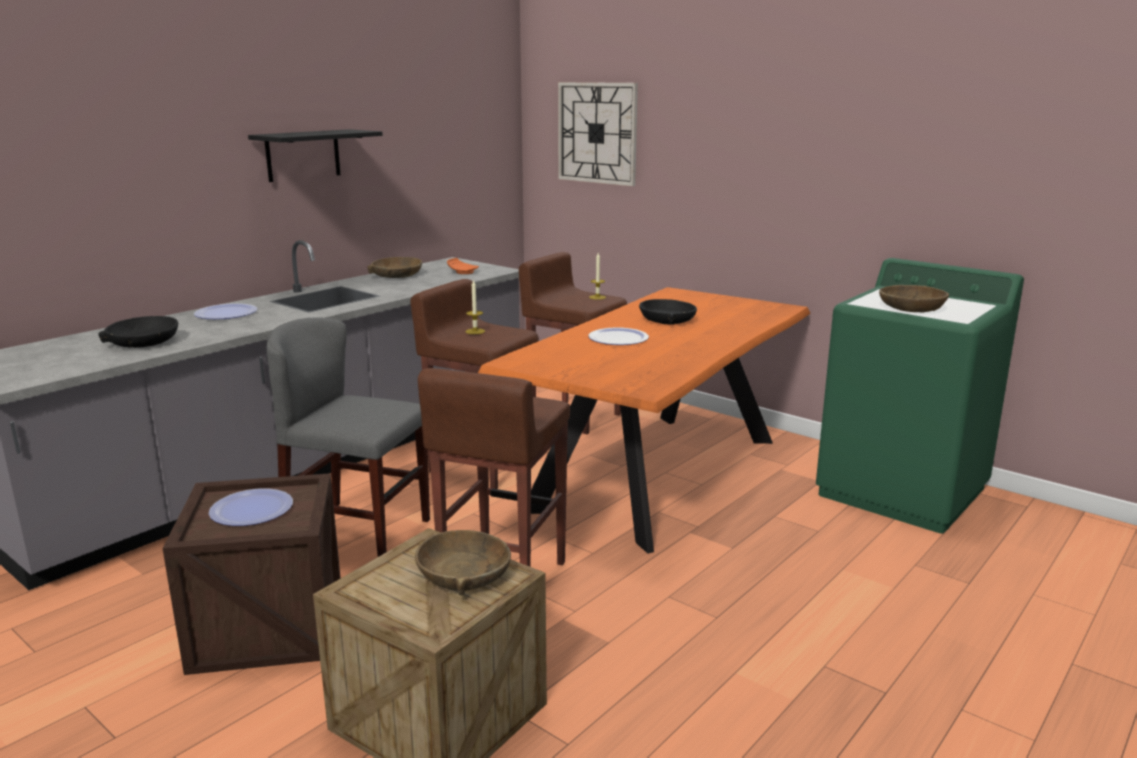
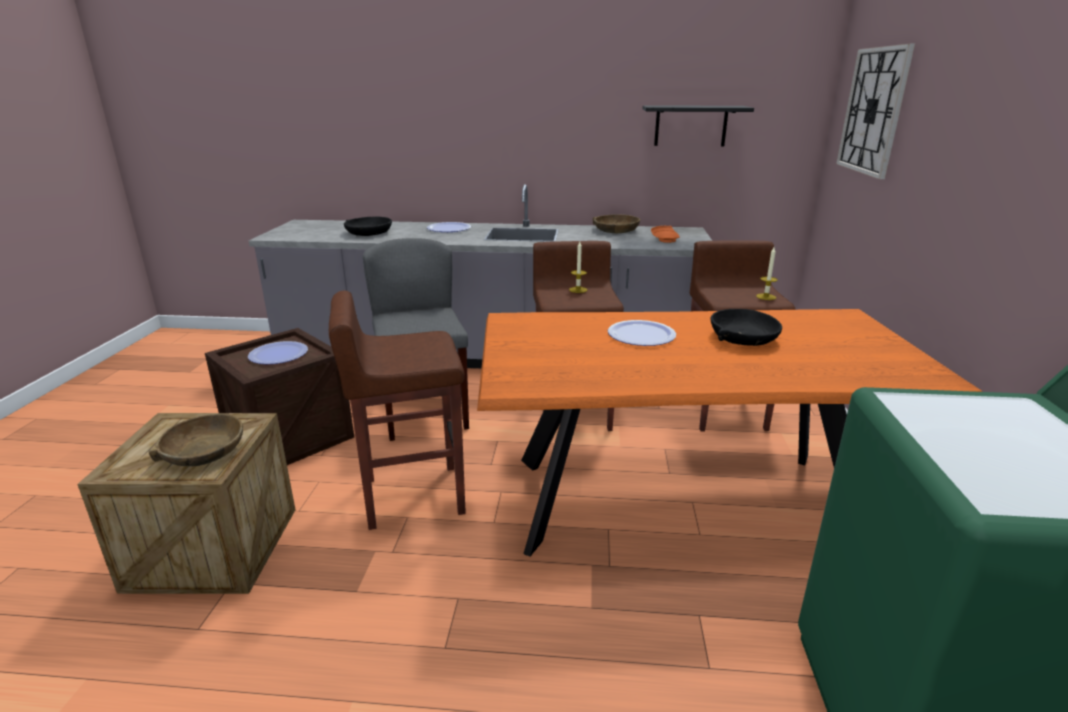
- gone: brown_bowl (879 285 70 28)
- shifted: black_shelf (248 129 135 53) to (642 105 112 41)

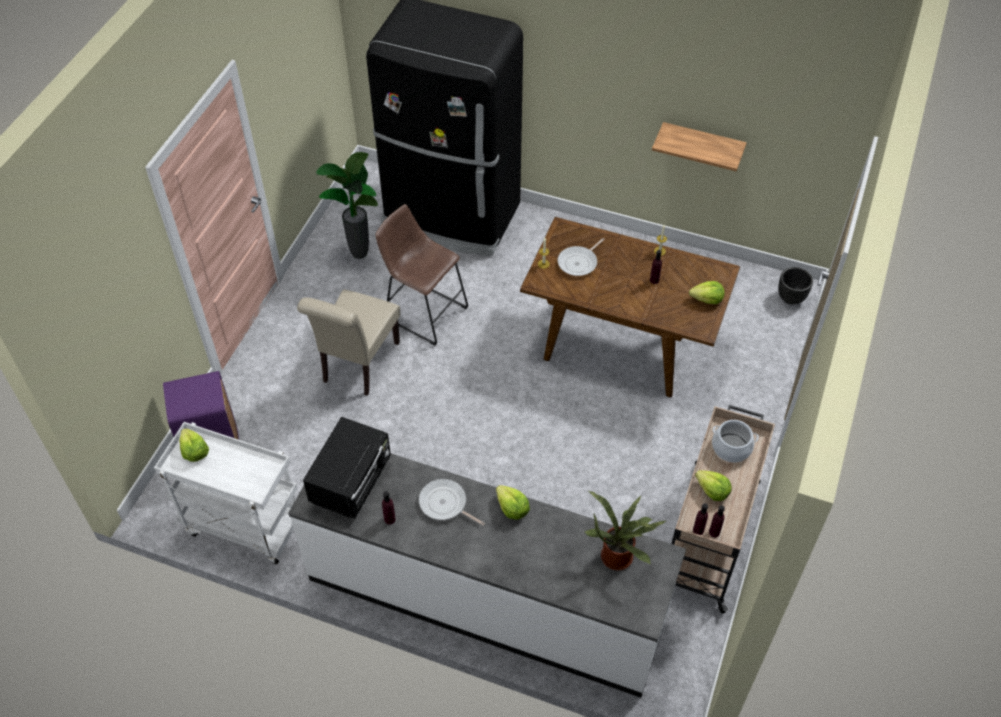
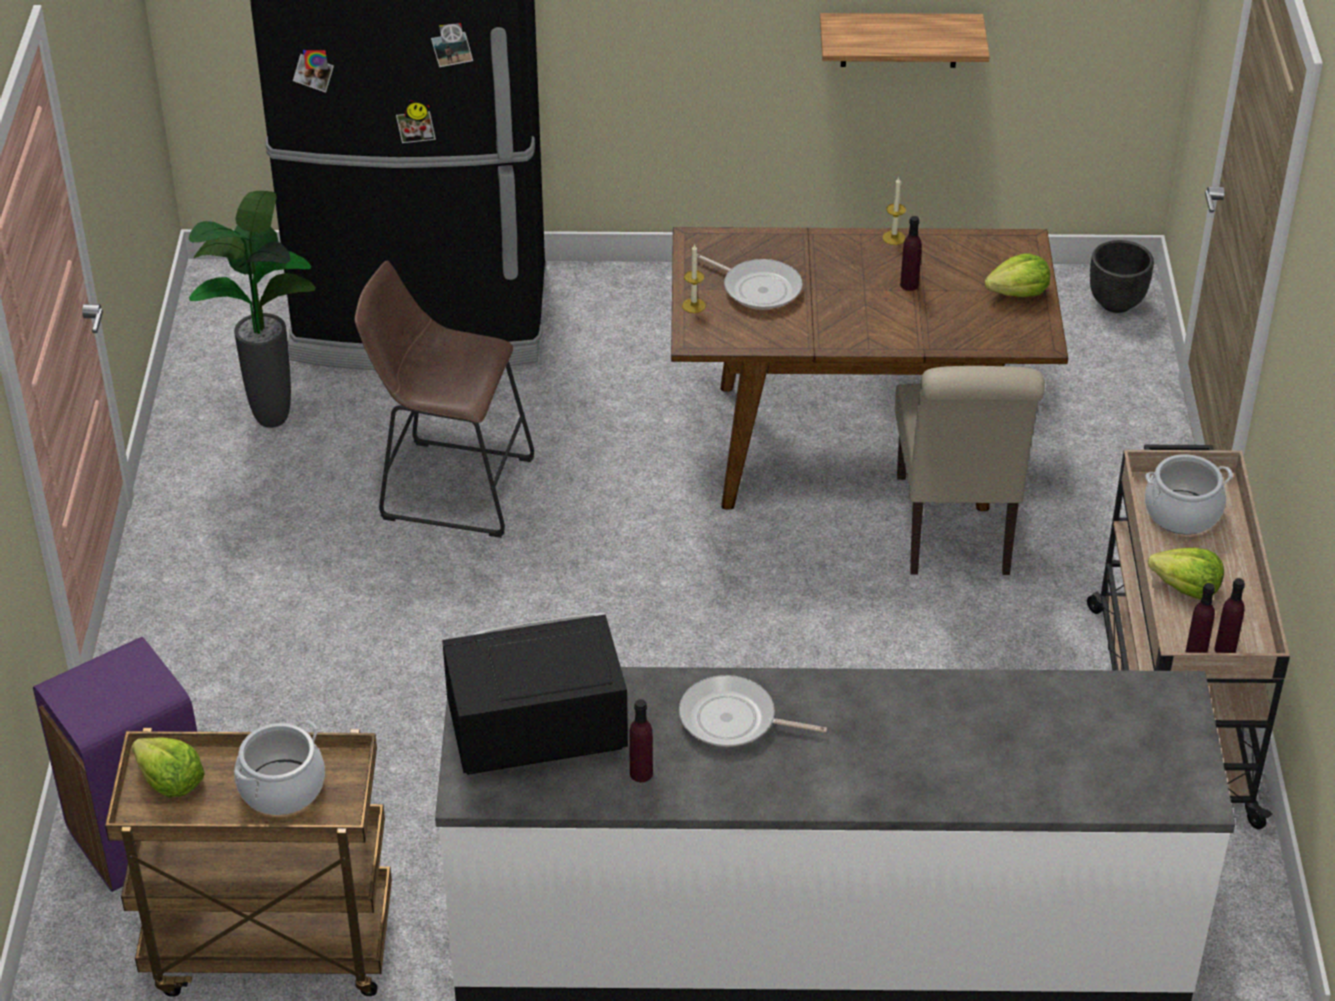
- gone: lettuce (496 485 34 35)
- gone: potted_plant (585 491 81 79)
- new: cooking_pot (234 720 91 95)
- shifted: beige_chair (297 289 103 107) to (895 366 150 209)
- repainted: white_cart (154 422 143 142) to brown_cart (105 728 287 269)
- rotated: black_microwave (303 417 88 102) = (442 613 186 162) 105 degrees counterclockwise
- rotated: frying_pan (558 238 47 38) = (697 254 106 56) 75 degrees counterclockwise

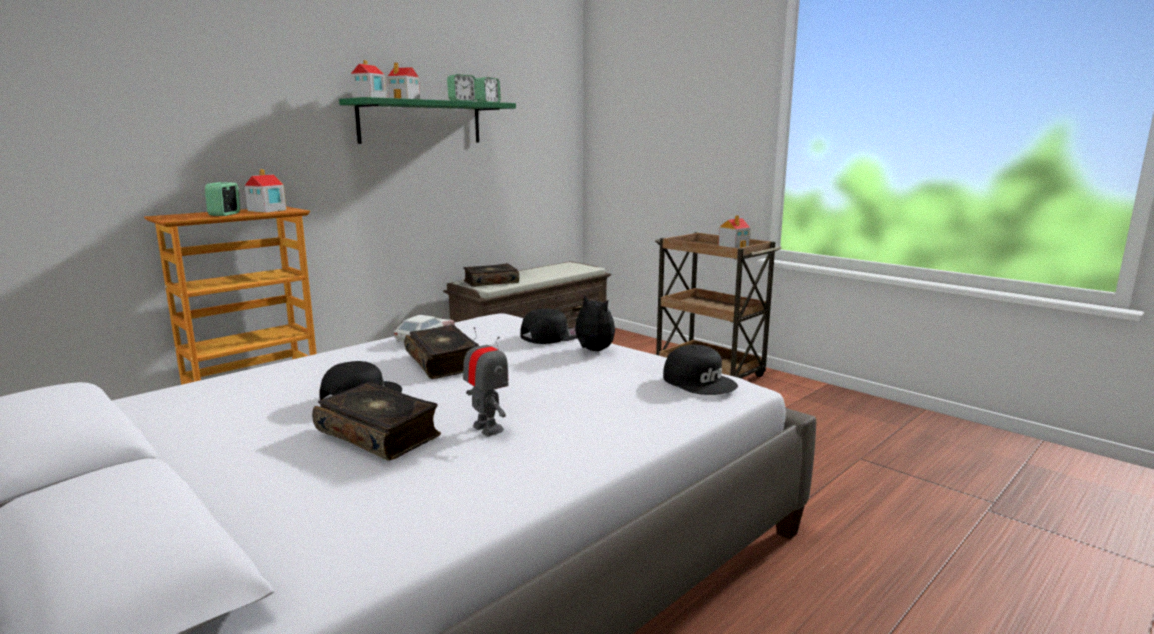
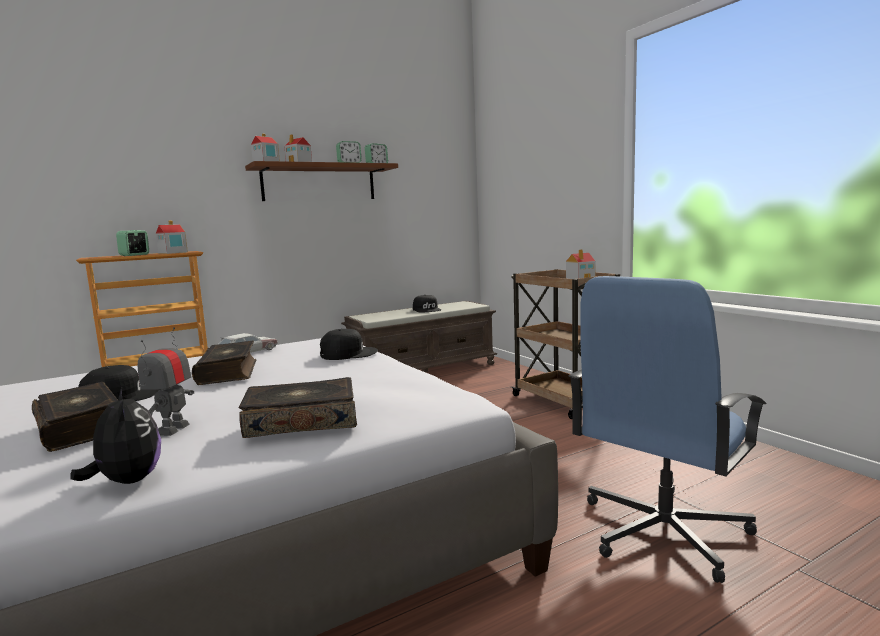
- new: blue_office_chair (568 276 199 307)
- shifted: book (463 263 56 24) to (239 377 118 61)
- shifted: plush_toy (568 294 47 57) to (70 388 91 96)
- shifted: black_cap (663 345 75 50) to (413 295 28 17)
- repainted: green_shelf (339 97 177 47) to brown_shelf (245 161 153 40)
- rotated: toy_robot (463 327 46 110) = (138 327 56 109) 150 degrees counterclockwise

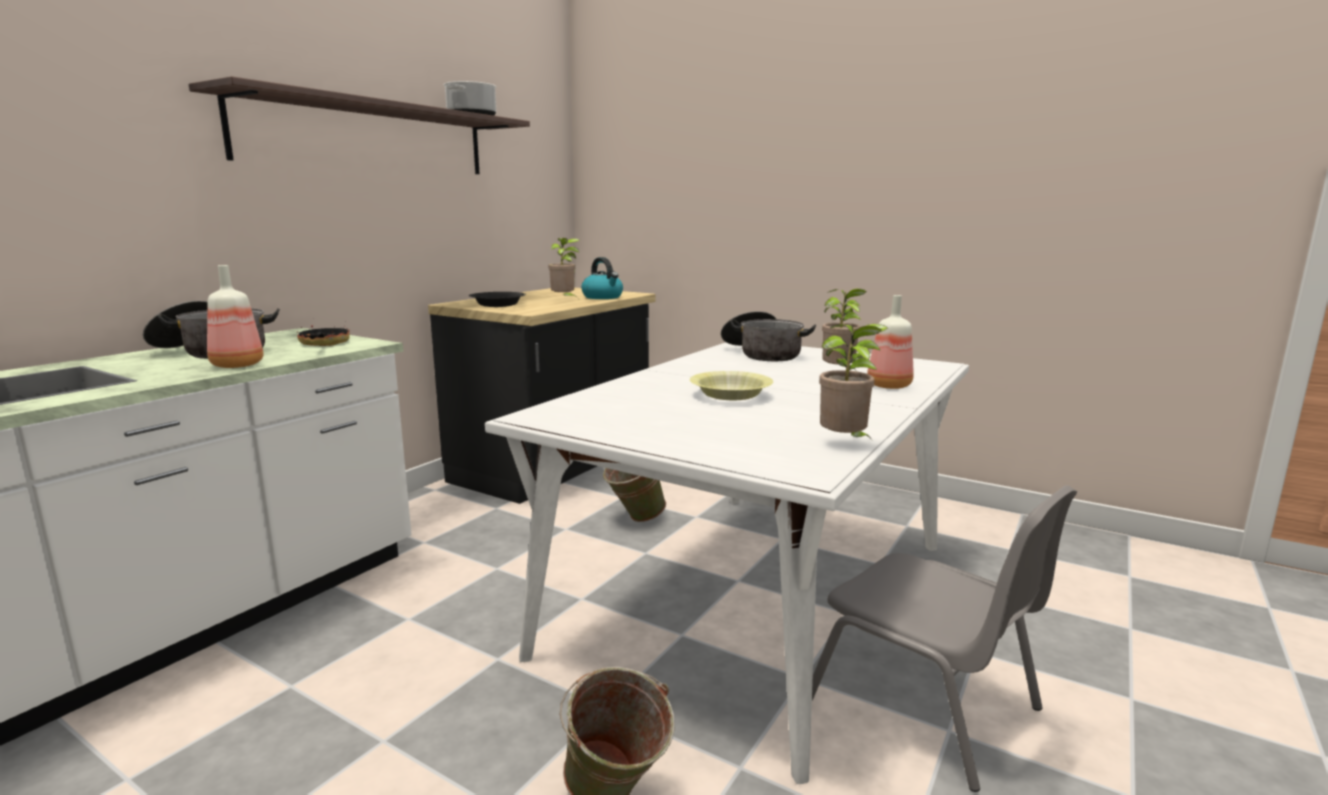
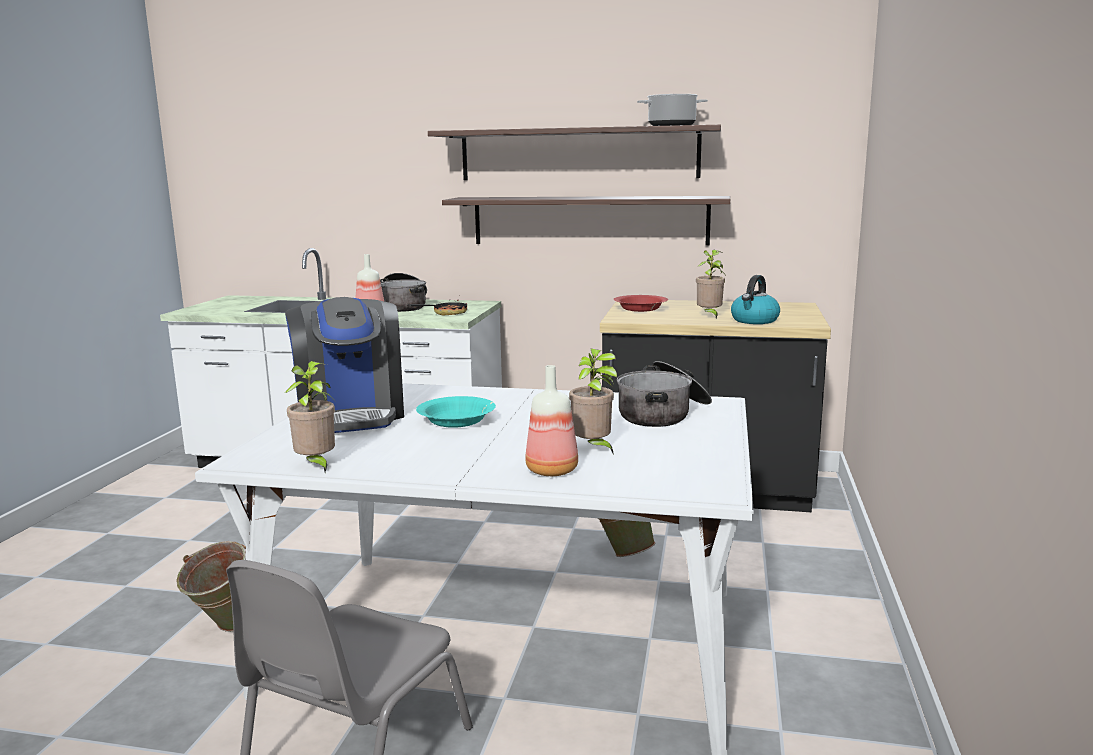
- new: coffee_machine (285 297 119 136)
- new: shelf (442 196 288 50)
- repainted: black_bowl (469 292 57 15) to red_bowl (613 295 55 17)
- repainted: yellow_bowl (690 371 83 29) to turquoise_bowl (416 396 80 32)

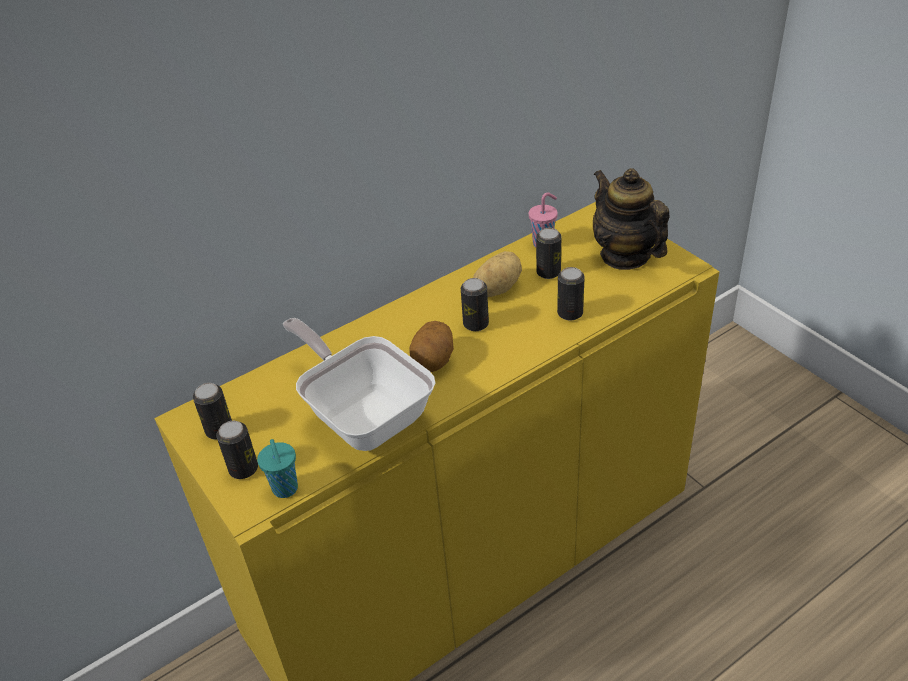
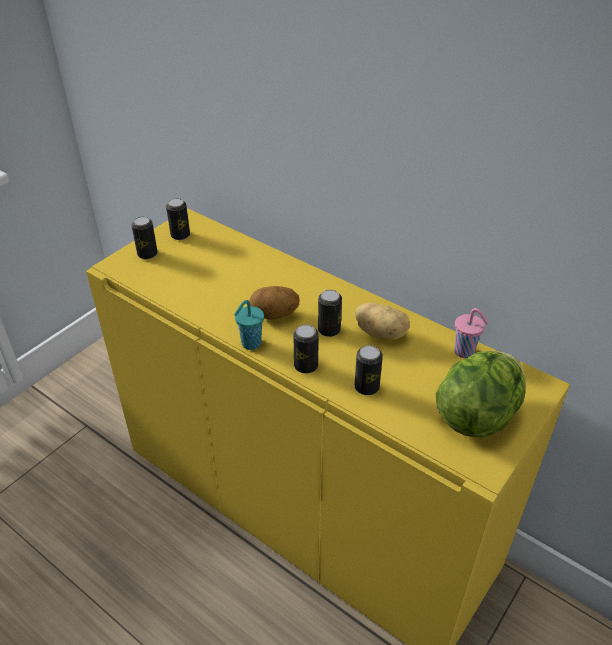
- gone: frying_pan (283 318 152 133)
- shifted: turquoise_cup (257 439 41 59) to (234 300 30 50)
- shifted: can (536 228 25 51) to (293 324 26 50)
- swapped: teapot (593 168 77 102) to lettuce (436 351 90 87)

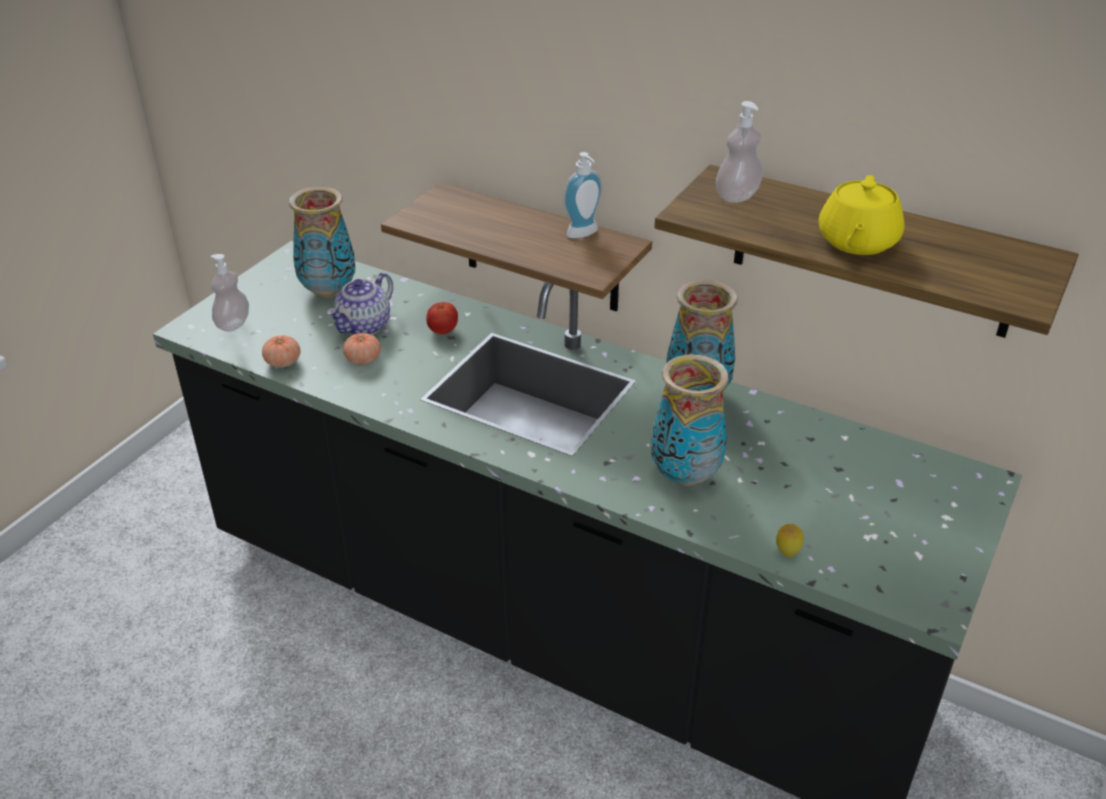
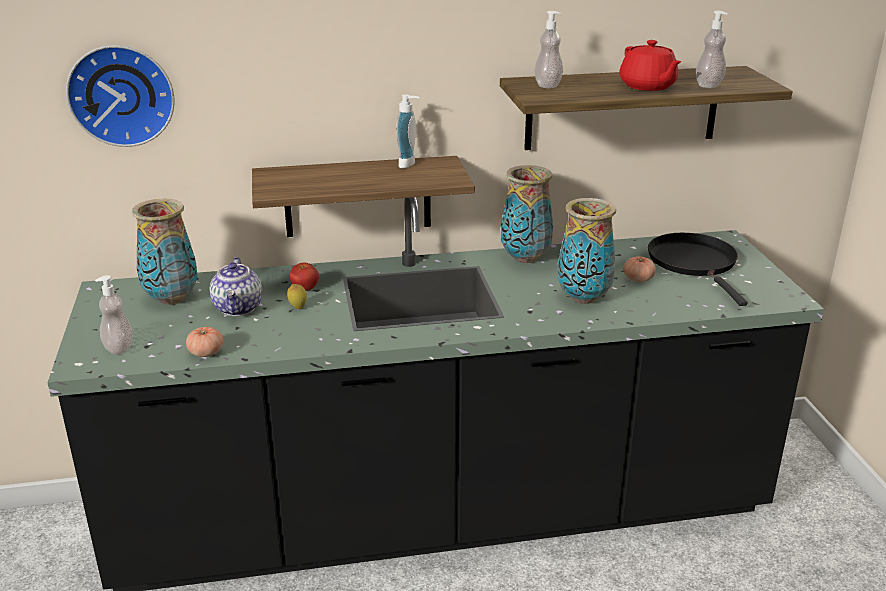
- new: wall_clock (66 45 109 102)
- new: black_frying_pan (648 233 99 73)
- new: soap_dispenser (696 11 32 77)
- shifted: tomato (343 333 38 32) to (623 256 33 26)
- shifted: lemon (776 524 28 34) to (287 284 20 25)
- repainted: yellow_teapot (819 175 85 80) to red_teapot (619 40 62 51)

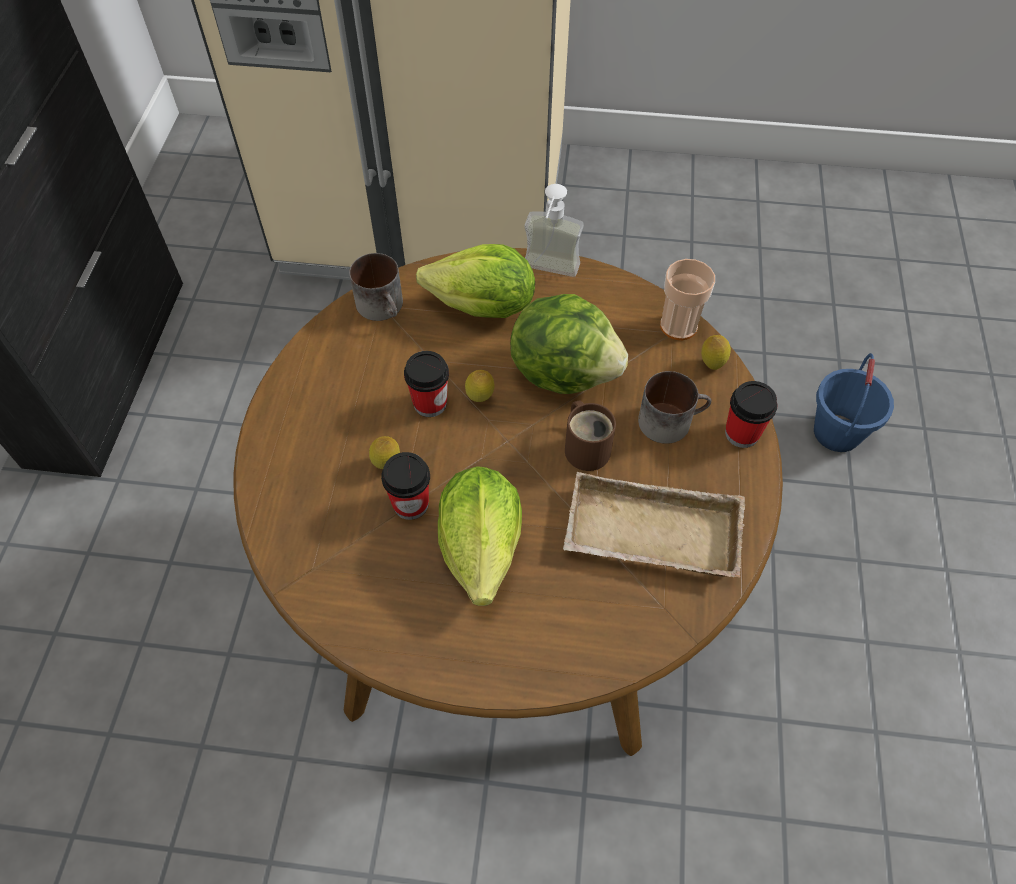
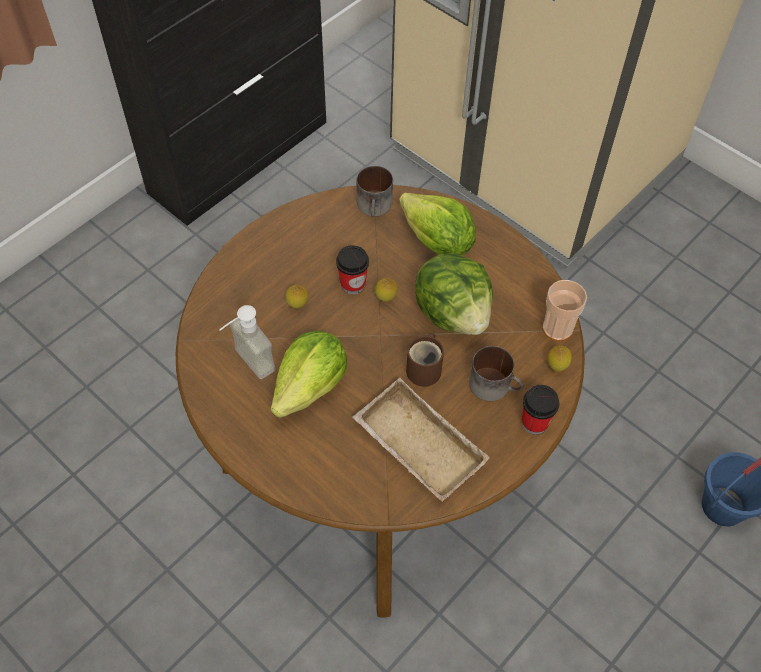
- gone: cup (381 452 49 68)
- shifted: soap_dispenser (525 184 59 93) to (219 305 56 74)

